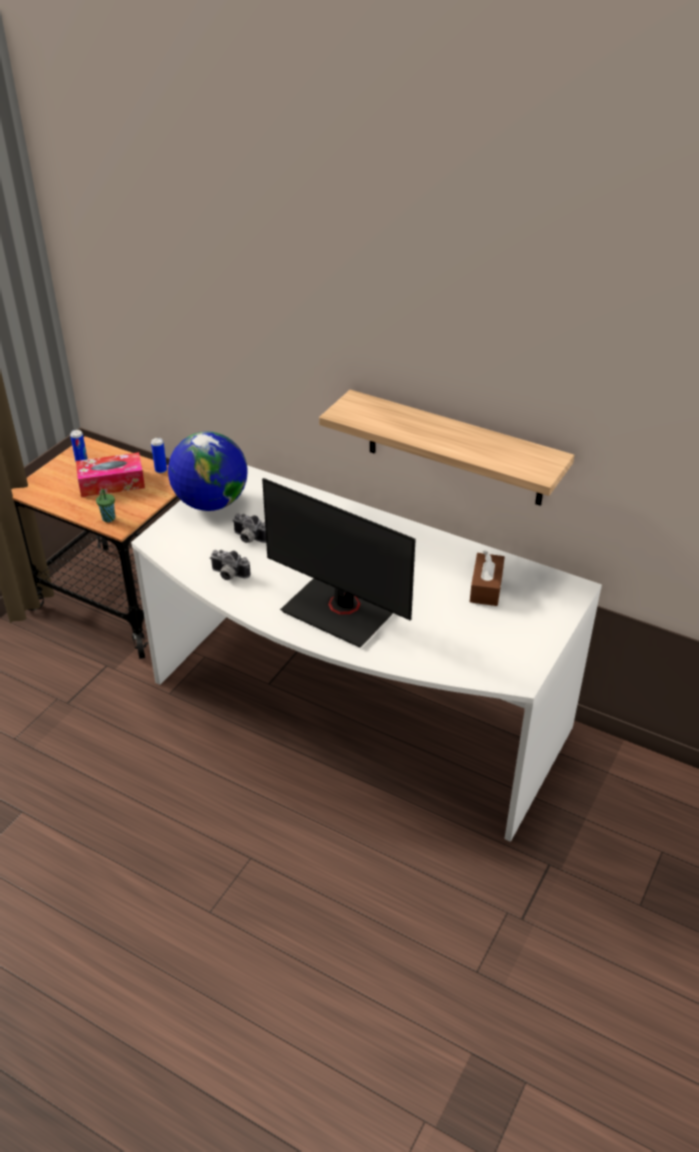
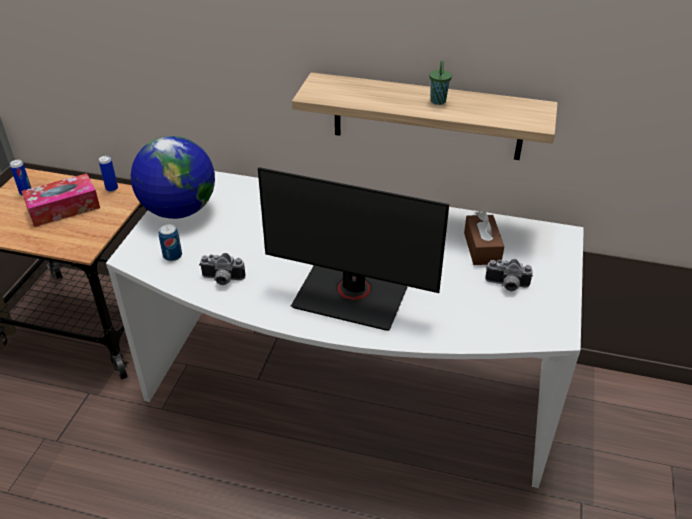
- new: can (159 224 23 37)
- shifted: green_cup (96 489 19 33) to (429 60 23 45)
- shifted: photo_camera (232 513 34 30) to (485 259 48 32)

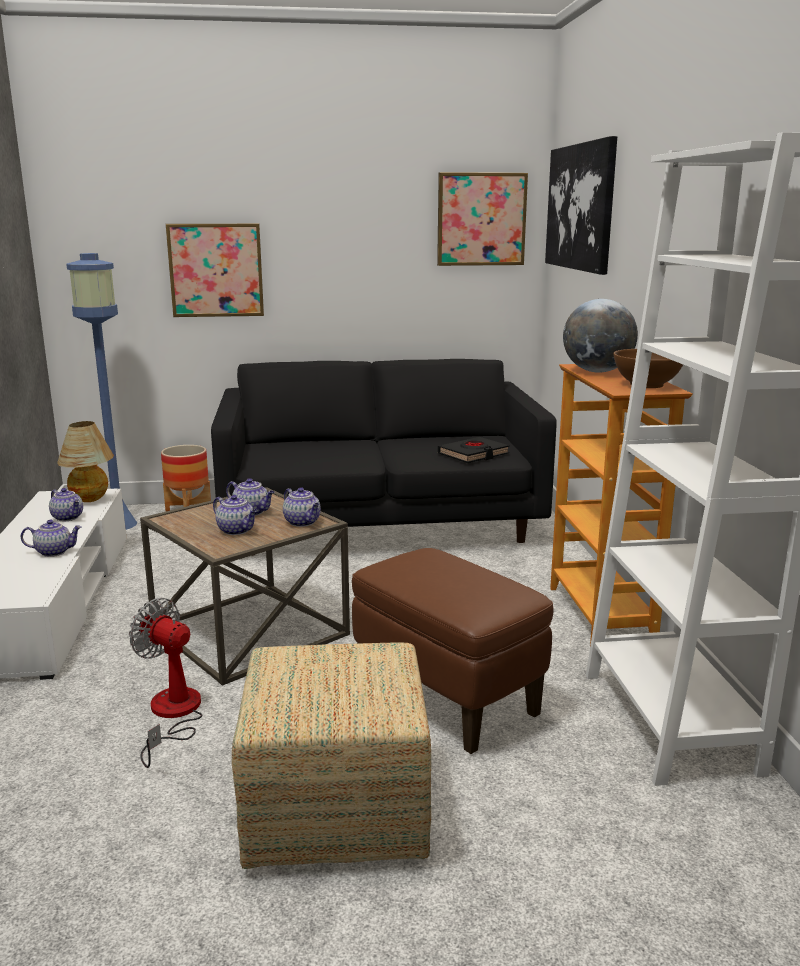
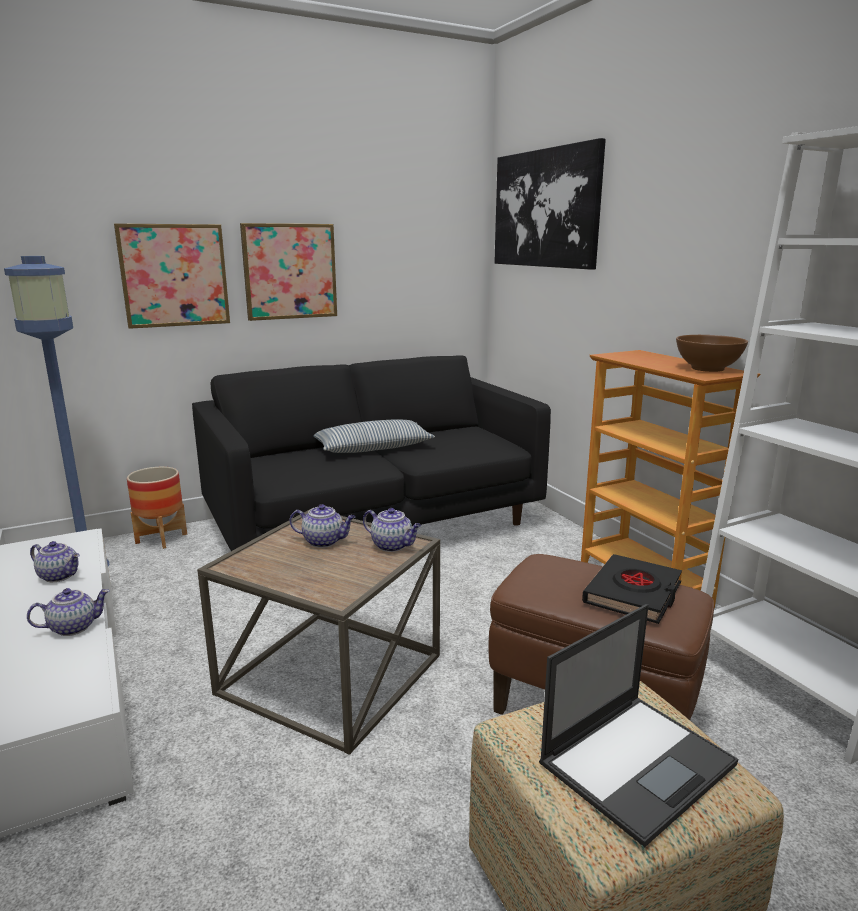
- gone: table_lamp (57 421 57 81)
- gone: fan (129 598 74 170)
- gone: teapot (213 495 44 40)
- gone: globe (563 299 75 74)
- new: pillow (314 419 121 34)
- new: laptop (539 604 199 243)
- shifted: picture (437 172 91 94) to (240 223 97 98)
- shifted: black_book (438 437 71 26) to (582 554 100 70)

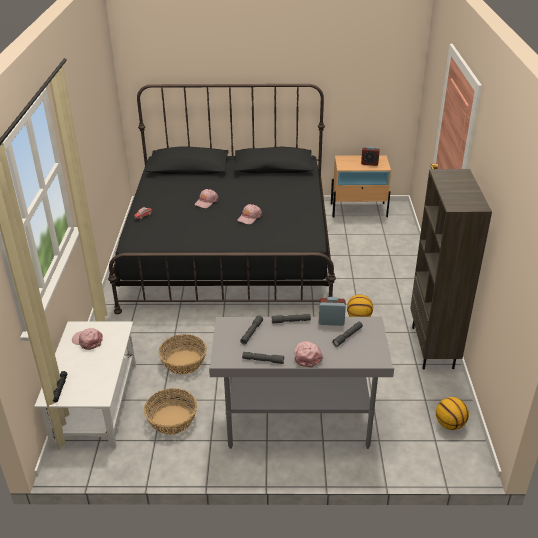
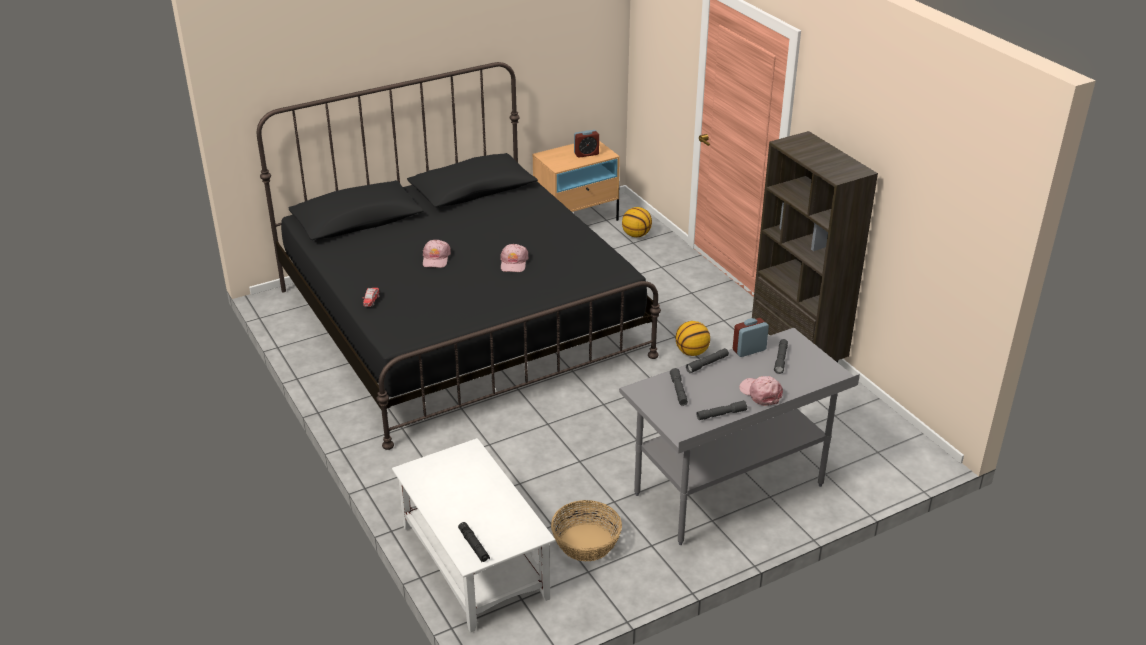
- gone: pink_cap (72 328 31 22)
- gone: basket (158 334 49 41)
- shifted: basketball (436 397 33 33) to (622 207 30 30)

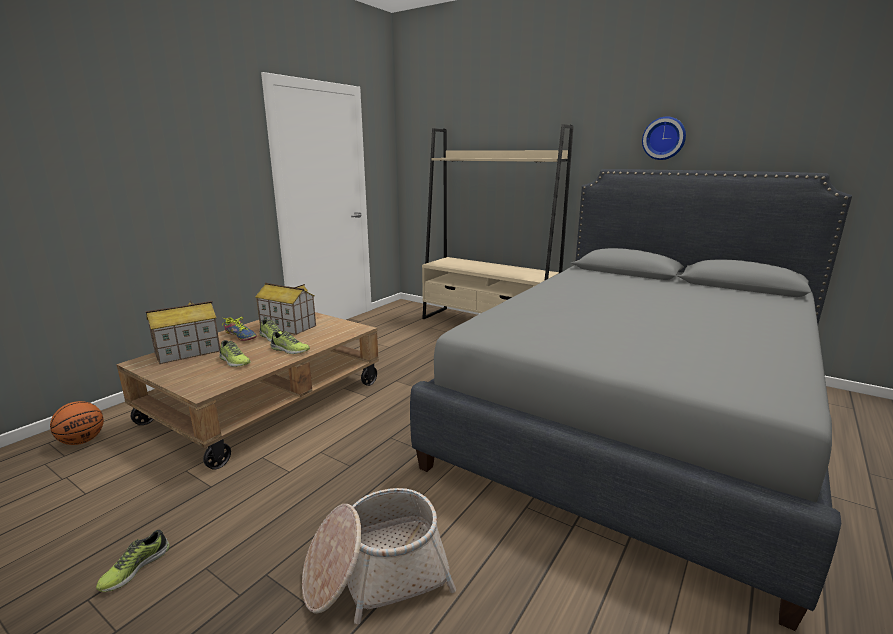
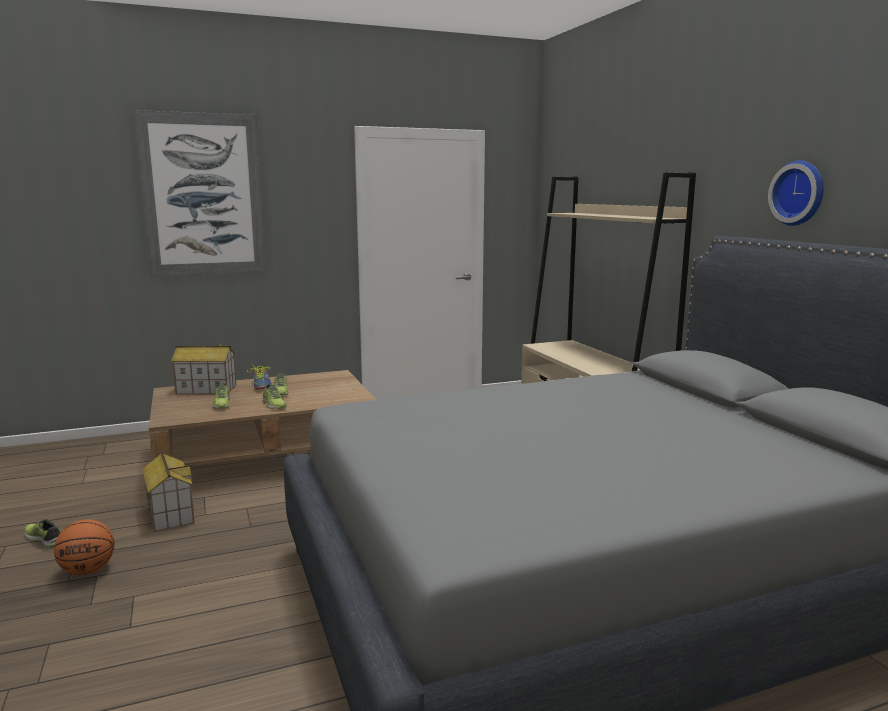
- gone: basket (302 488 154 136)
- new: picture (134 110 132 166)
- shifted: basketball (50 401 54 44) to (54 520 61 55)
- shifted: toy_house (255 283 61 52) to (142 452 53 80)
- rotated: shoe (96 530 73 62) = (24 519 36 29) 60 degrees clockwise

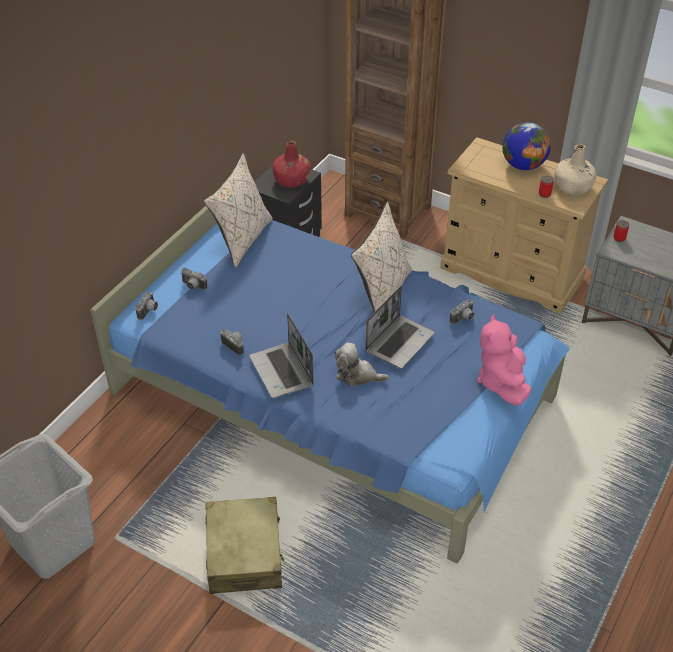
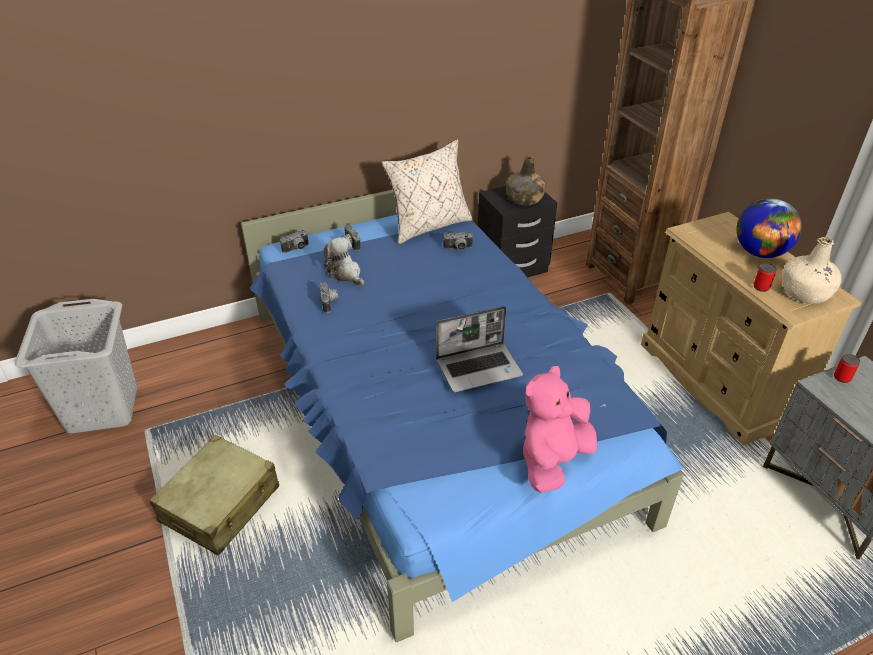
- gone: laptop (249 313 65 85)
- gone: beige_pillow (351 202 61 110)
- shifted: plush_toy (334 342 55 44) to (324 237 40 49)
- shifted: photo_camera (450 299 24 25) to (443 232 30 18)
- repainted: red_bottle (273 141 38 47) to green_bottle (506 155 40 51)

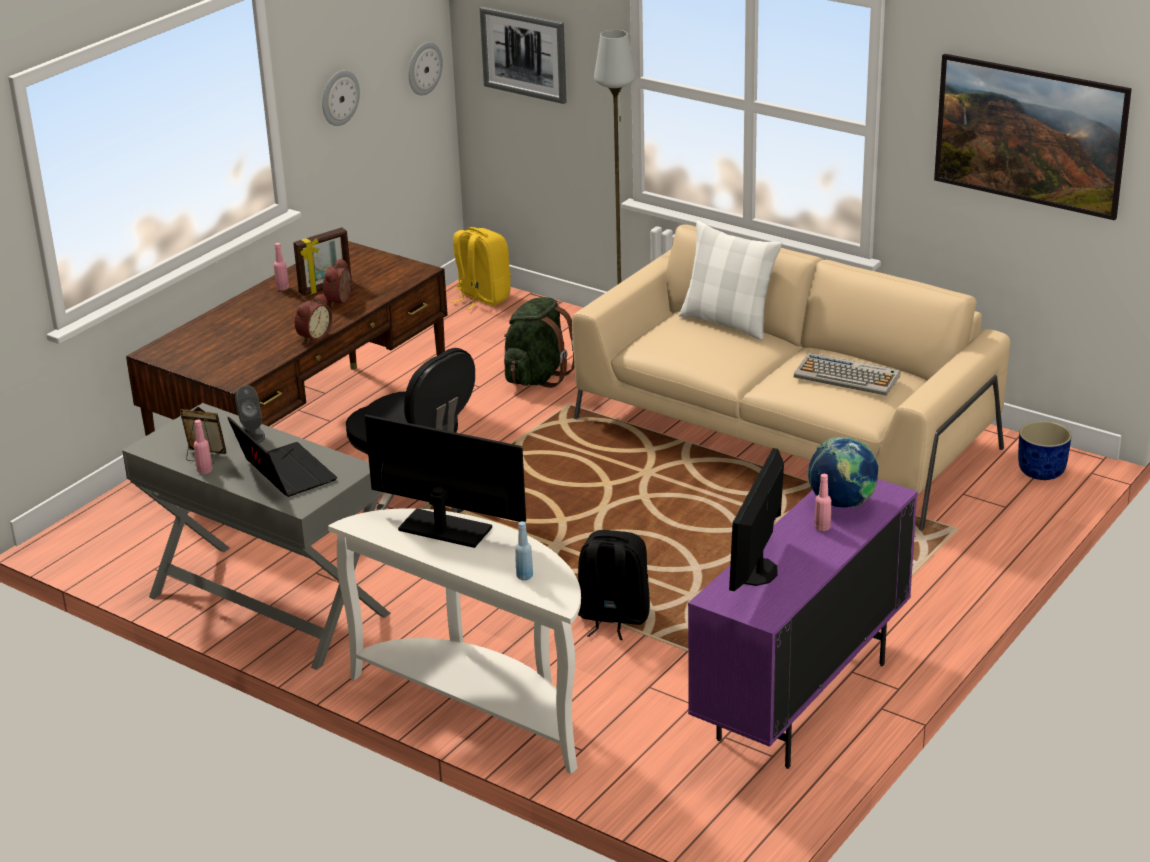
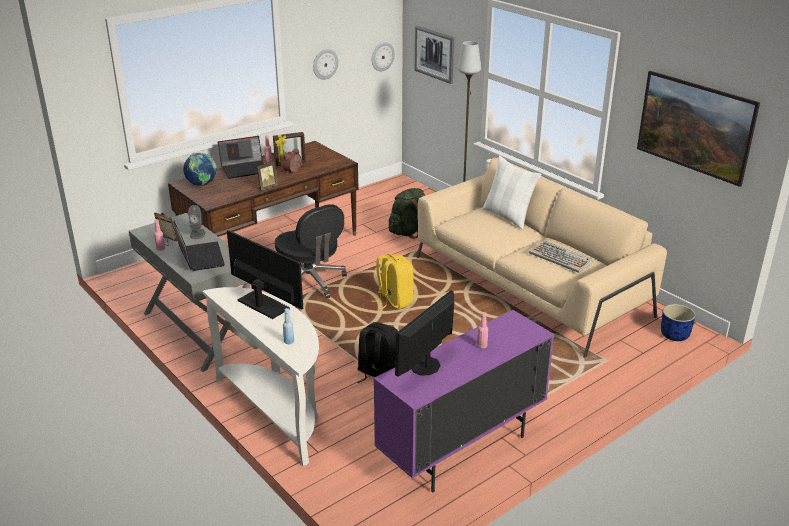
- new: laptop (218 136 46 43)
- shifted: yellow_backpack (451 227 60 83) to (372 254 42 56)
- shifted: globe (808 437 71 70) to (183 153 34 33)
- swapped: alarm_clock (295 294 37 50) to picture_frame (257 161 21 30)

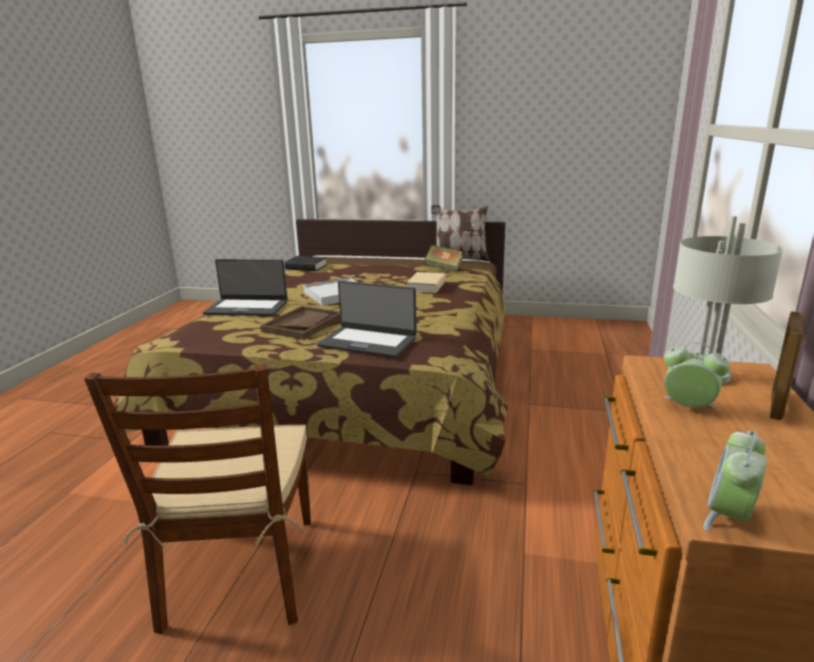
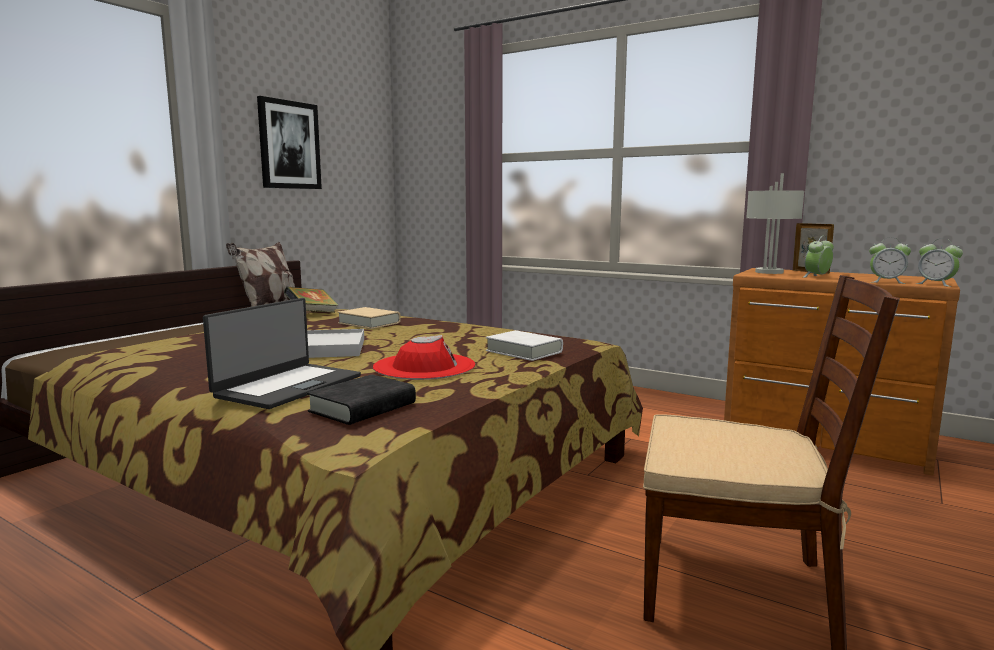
- new: picture (257 96 65 93)
- new: alarm_clock (869 238 42 46)
- shifted: black_book (285 256 42 15) to (307 374 109 51)
- swapped: brown_tray (260 306 80 34) to red_hat (373 335 102 45)
- swapped: laptop (317 281 100 77) to white_book (486 330 77 31)

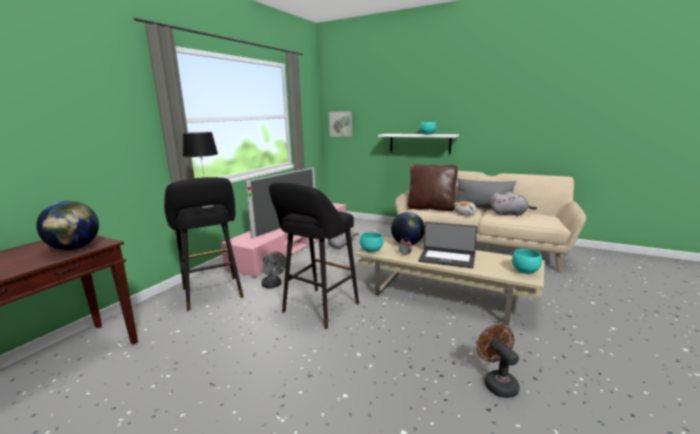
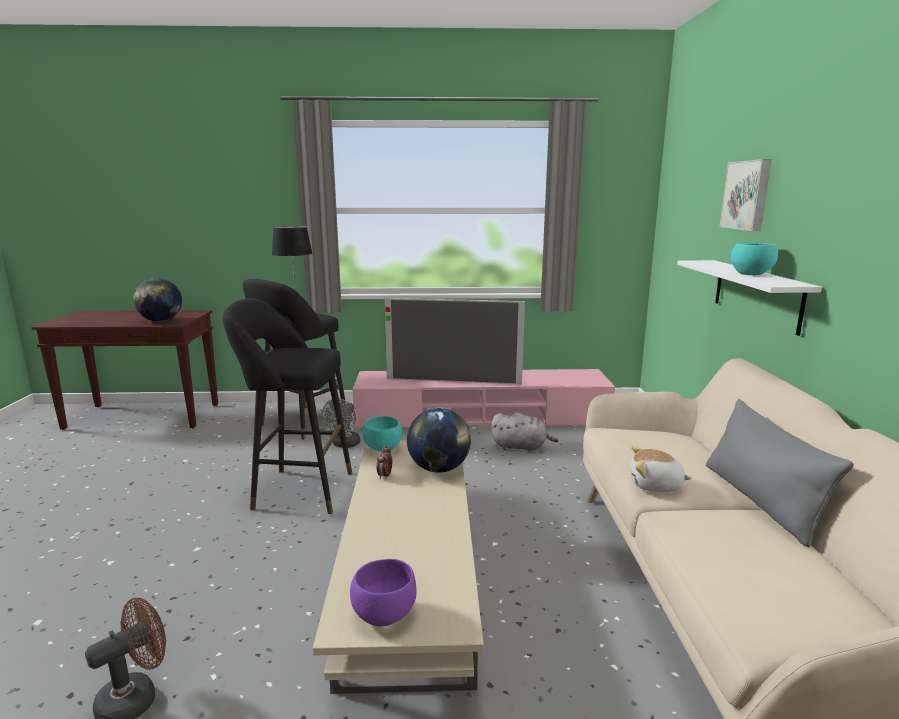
- gone: brown_pillow (408 164 50 47)
- gone: laptop (419 222 58 46)
- gone: grey_plush_toy (490 192 47 24)
- shifted: picture (329 111 23 26) to (720 159 51 72)
- repainted: turquoise_bowl (512 249 30 25) to purple_bowl (350 559 67 67)

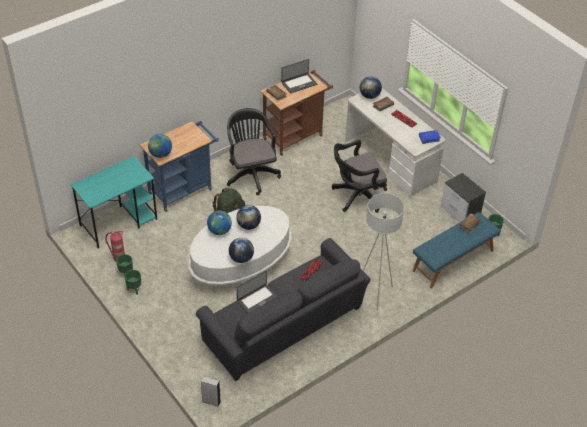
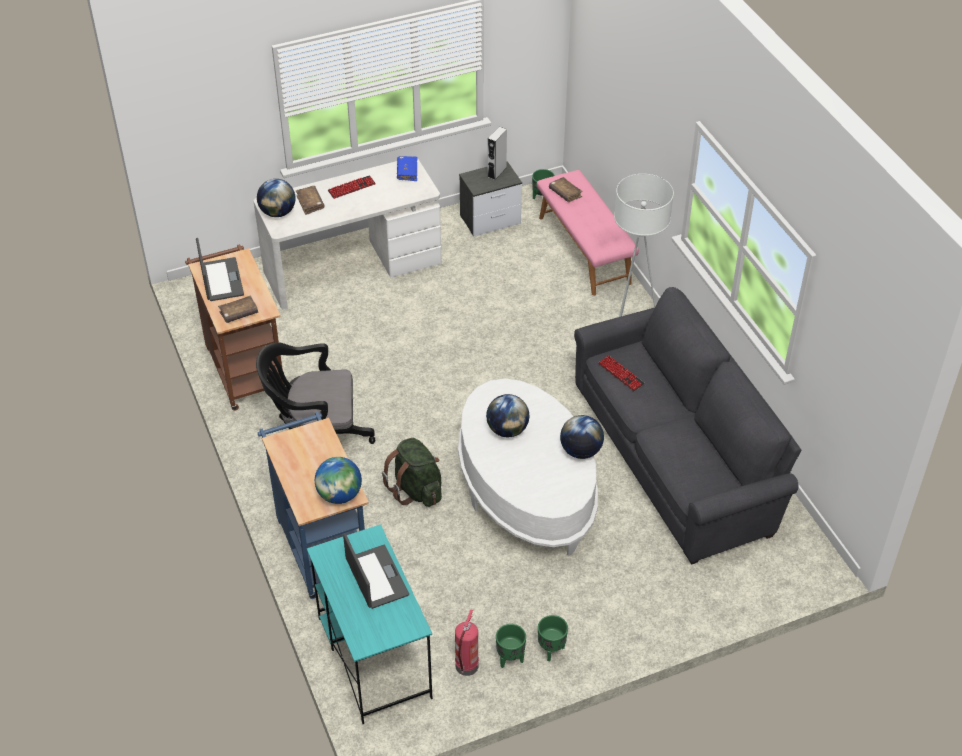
- gone: globe (207 211 25 24)
- gone: black_office_chair (332 140 55 73)
- shifted: grey_speaker (201 376 20 31) to (488 127 19 53)
- shifted: laptop (237 270 41 43) to (343 533 66 76)
- repainted: blue_bench (413 212 88 76) to pink_bench (537 170 102 126)

